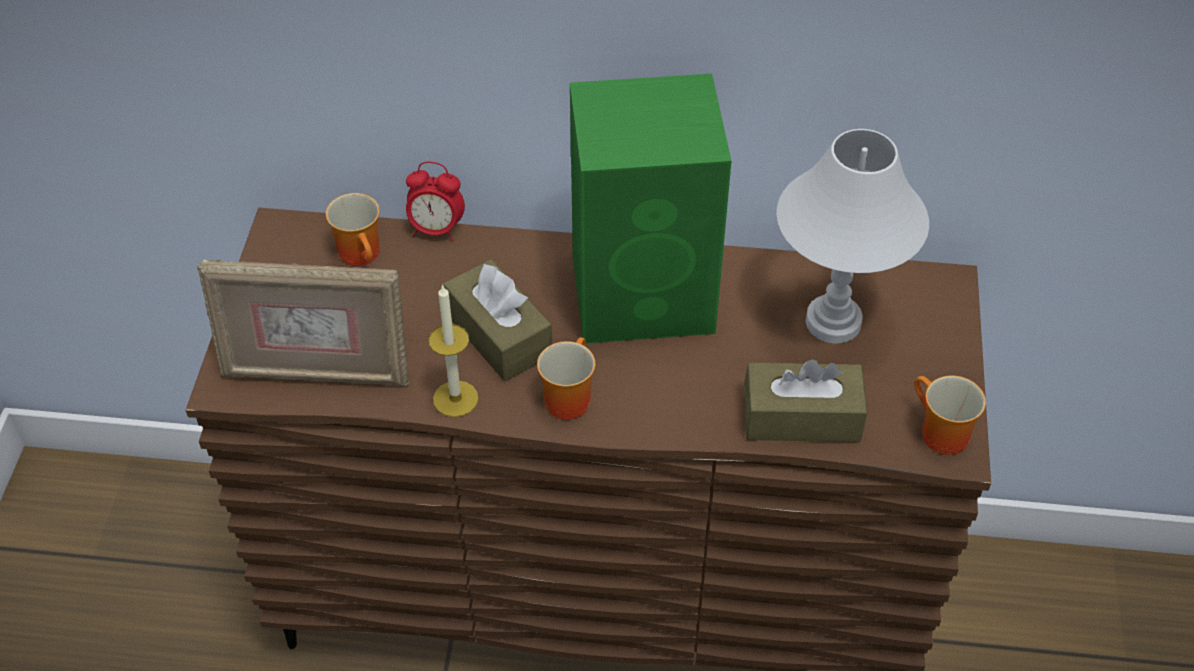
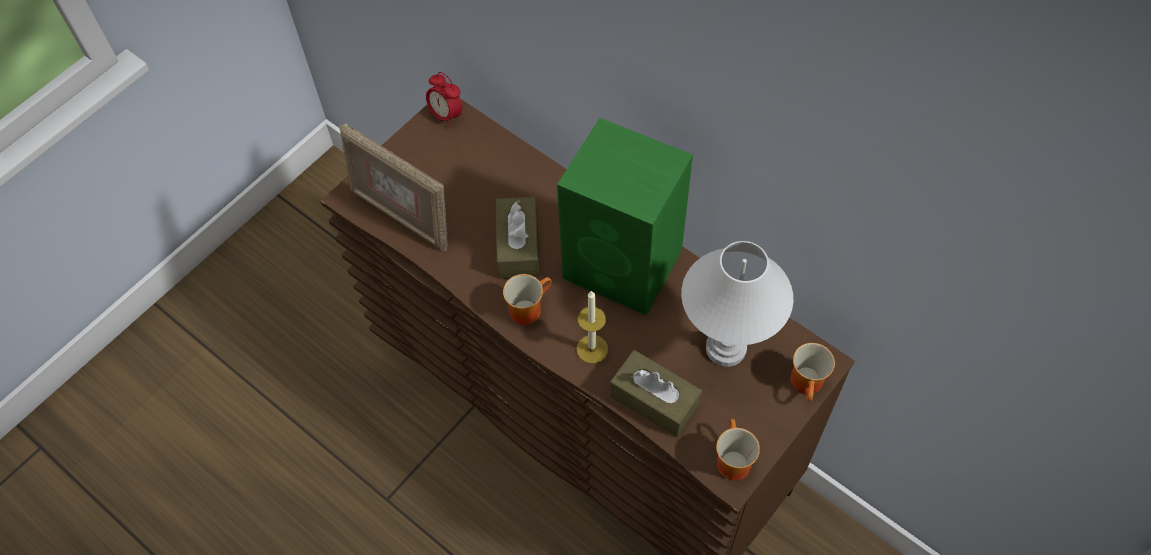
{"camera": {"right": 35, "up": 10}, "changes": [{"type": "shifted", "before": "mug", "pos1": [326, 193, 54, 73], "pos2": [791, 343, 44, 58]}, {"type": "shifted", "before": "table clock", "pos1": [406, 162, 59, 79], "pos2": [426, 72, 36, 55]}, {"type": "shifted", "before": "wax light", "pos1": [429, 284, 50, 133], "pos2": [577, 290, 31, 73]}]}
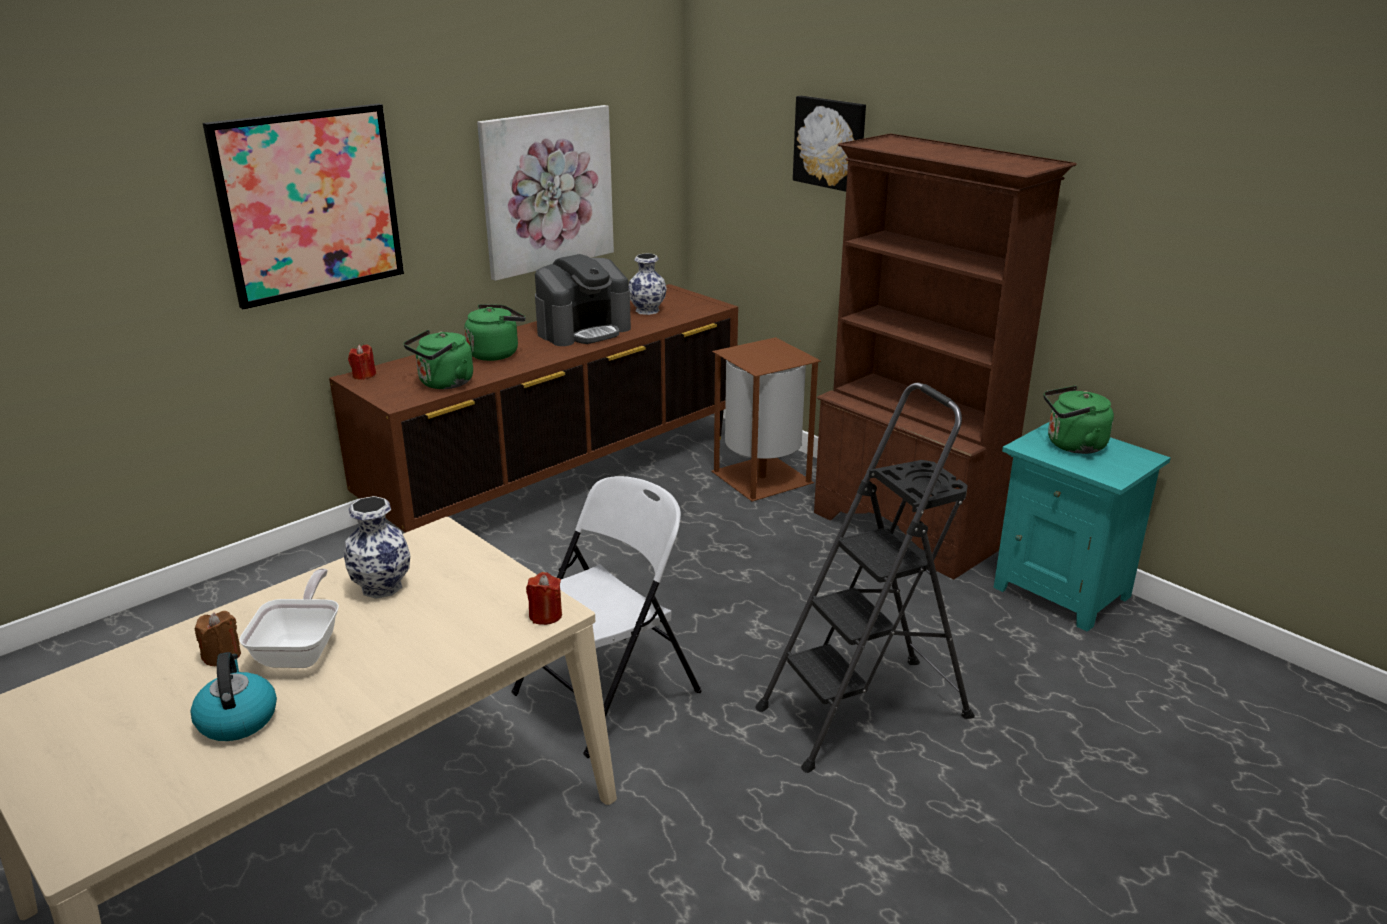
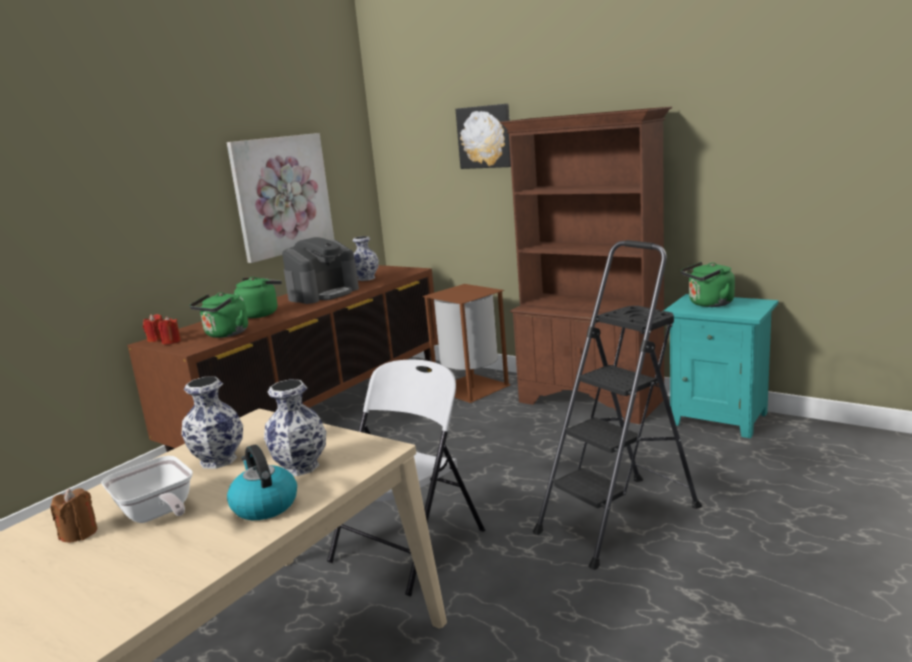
{"camera": {"right": -10, "up": -10}, "changes": [{"type": "shifted", "before": "water kettle", "pos1": [191, 652, 86, 89], "pos2": [227, 445, 70, 75]}, {"type": "gone", "before": "wall art", "pos1": [203, 103, 201, 206]}, {"type": "rotated", "before": "frying pan", "pos1": [239, 569, 100, 99], "pos2": [101, 456, 92, 67], "turn": 150}, {"type": "shifted", "before": "reddish wax light", "pos1": [526, 572, 36, 53], "pos2": [158, 316, 23, 29]}, {"type": "new", "after": "flower vase", "pos2": [264, 379, 62, 97]}]}
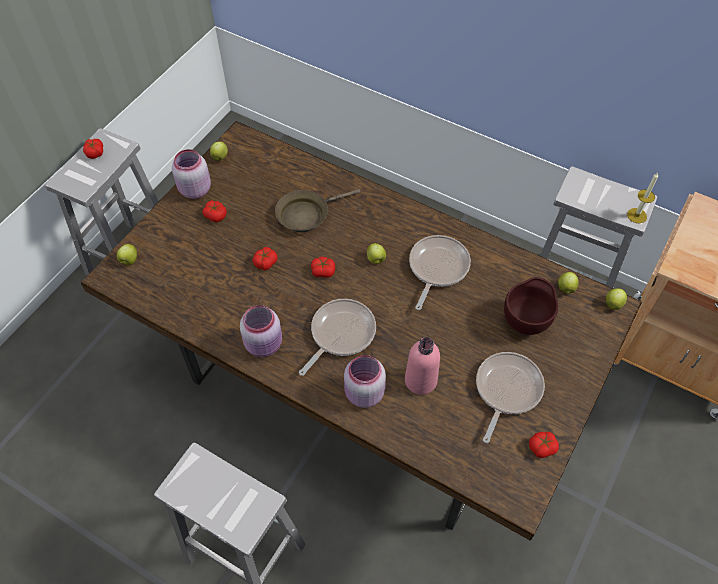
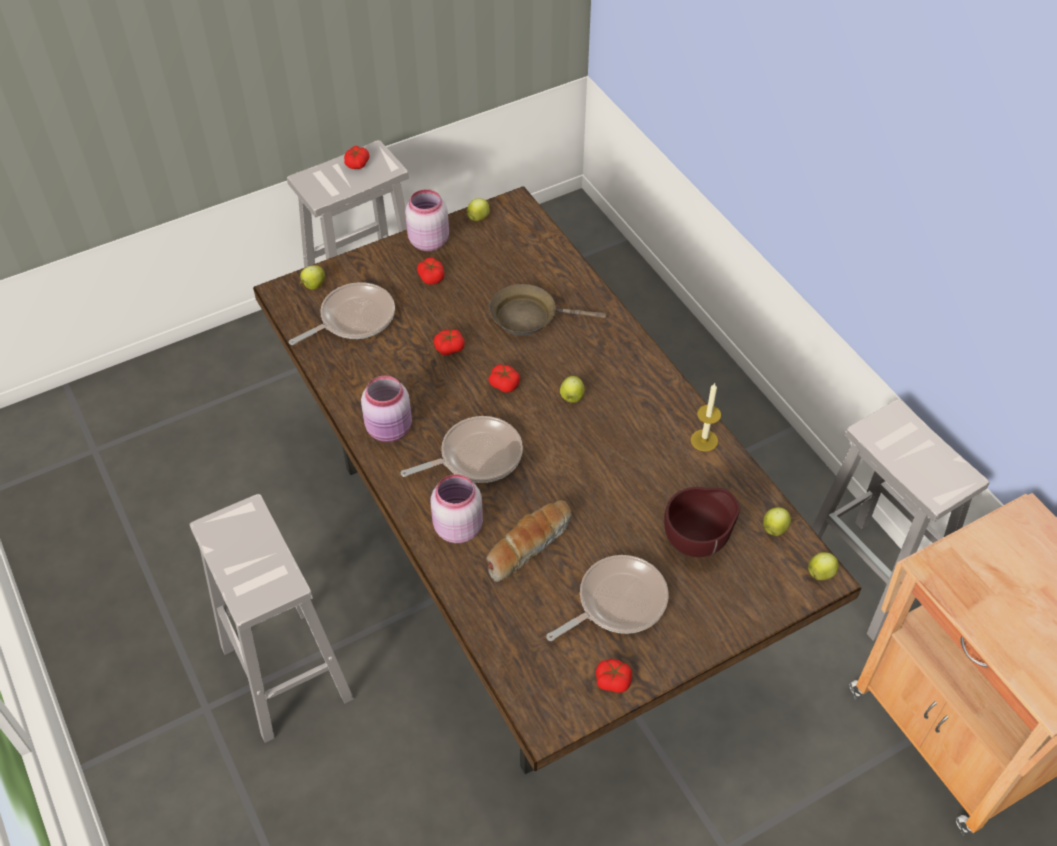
{"camera": {"right": 30, "up": -5}, "changes": [{"type": "swapped", "before": "pink bottle", "after": "bread", "pos1": [405, 337, 35, 58], "pos2": [486, 500, 86, 82]}, {"type": "shifted", "before": "frying pan", "pos1": [409, 235, 62, 75], "pos2": [289, 282, 106, 63]}, {"type": "shifted", "before": "wax light", "pos1": [627, 173, 31, 50], "pos2": [691, 383, 30, 69]}]}
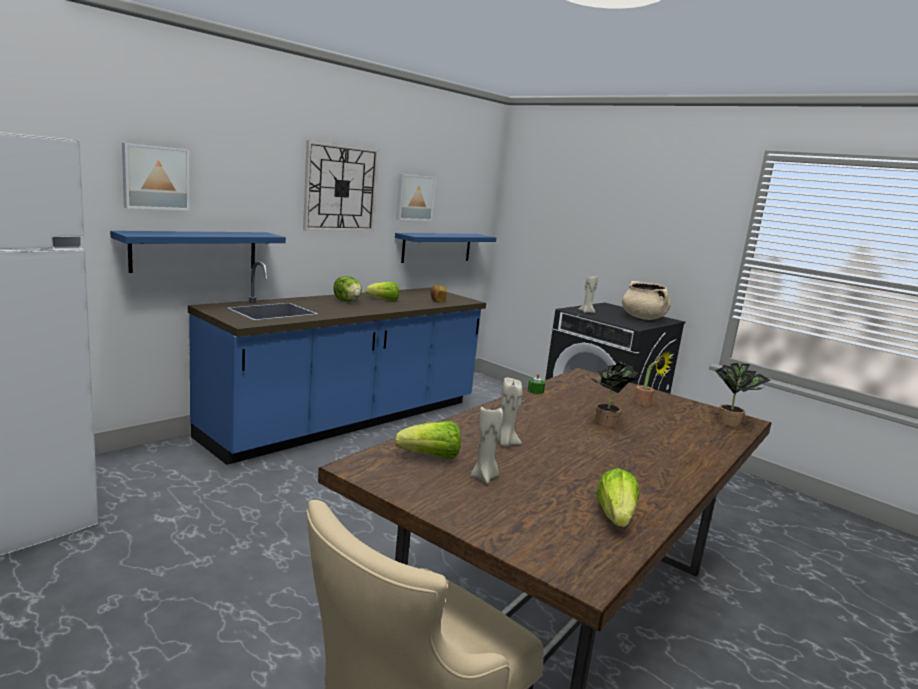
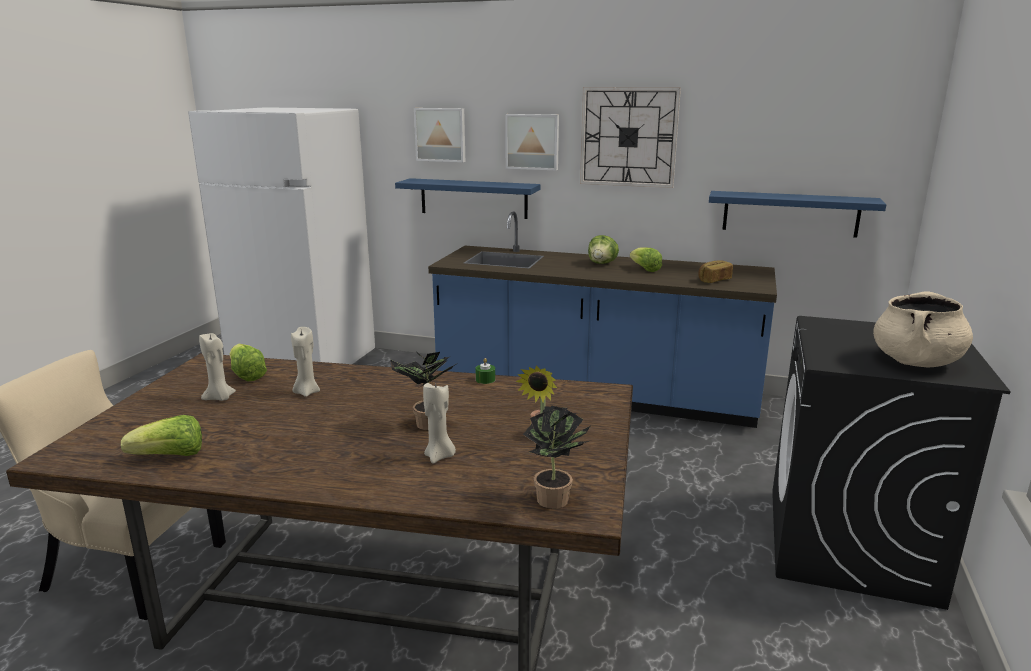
{"camera": {"right": 65, "up": 5}, "changes": [{"type": "shifted", "before": "wall art", "pos1": [396, 174, 40, 47], "pos2": [505, 114, 54, 56]}, {"type": "shifted", "before": "beige wax light", "pos1": [579, 275, 19, 38], "pos2": [423, 380, 33, 84]}]}
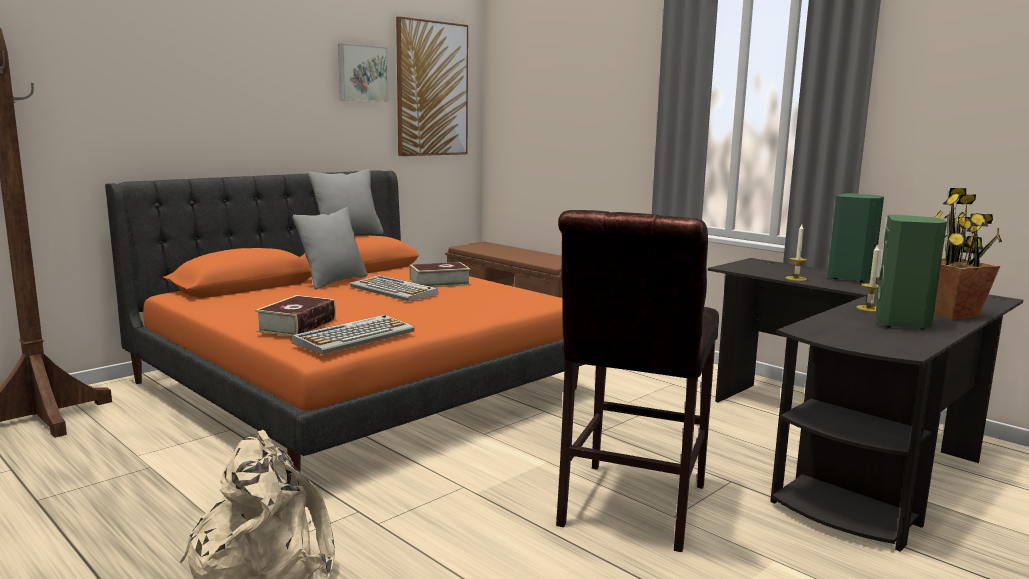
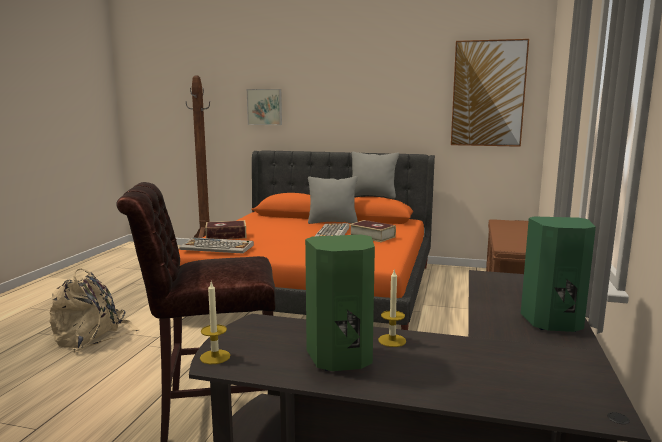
{"camera": {"right": 60, "up": 0}, "changes": [{"type": "shifted", "before": "wall art", "pos1": [338, 43, 50, 59], "pos2": [247, 89, 35, 36]}, {"type": "shifted", "before": "wax light", "pos1": [786, 225, 22, 56], "pos2": [200, 282, 30, 82]}, {"type": "gone", "before": "houseplant", "pos1": [934, 188, 68, 132]}]}
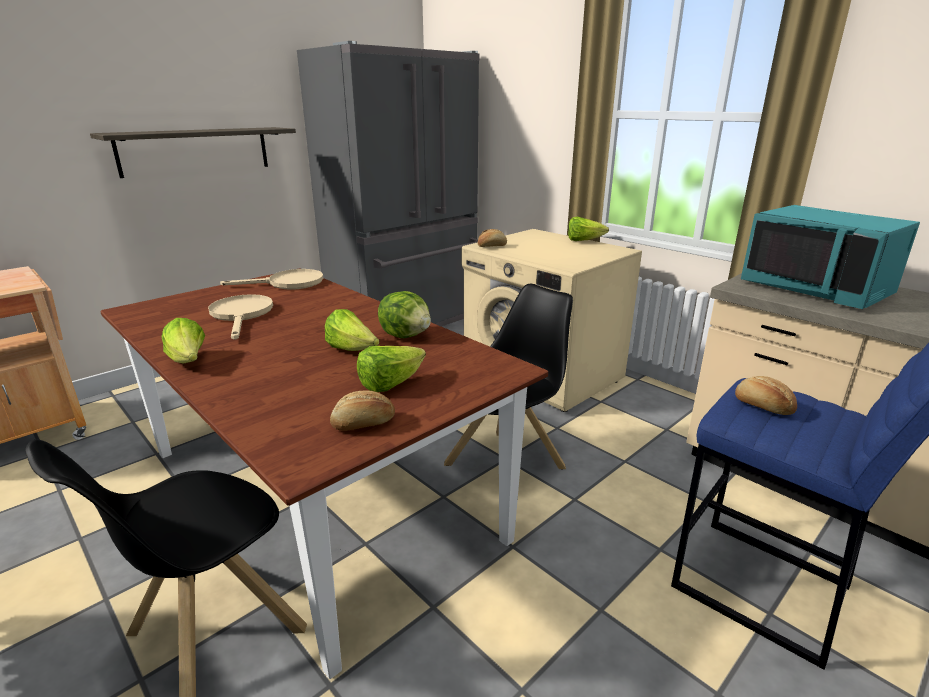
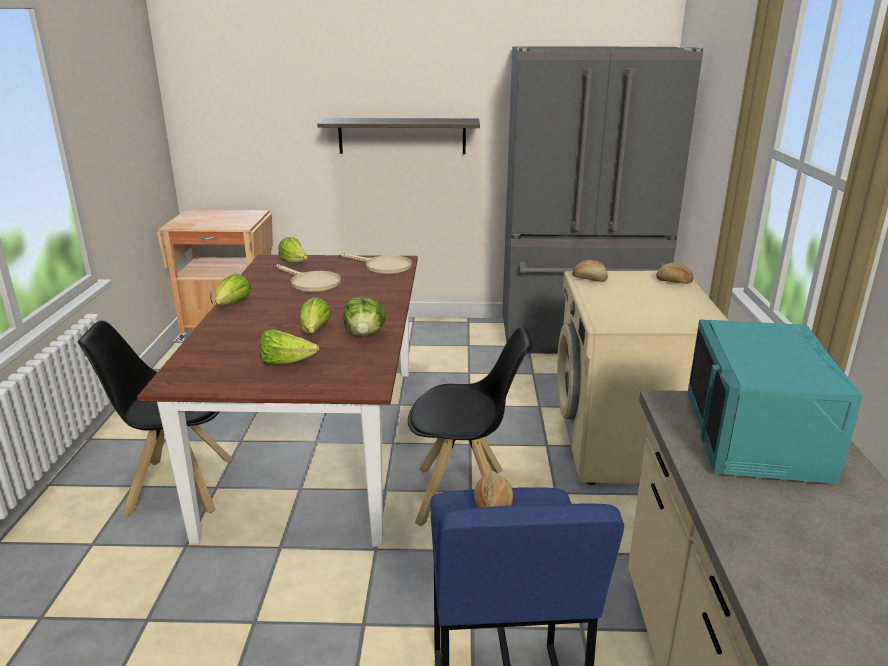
{"camera": {"right": 45, "up": 0}, "changes": [{"type": "rotated", "before": "beige frying pan", "pos1": [208, 294, 65, 46], "pos2": [276, 264, 65, 28], "turn": 105}, {"type": "shifted", "before": "bread", "pos1": [330, 390, 65, 41], "pos2": [656, 263, 37, 21]}, {"type": "shifted", "before": "head of lettuce", "pos1": [568, 217, 41, 24], "pos2": [278, 237, 30, 26]}]}
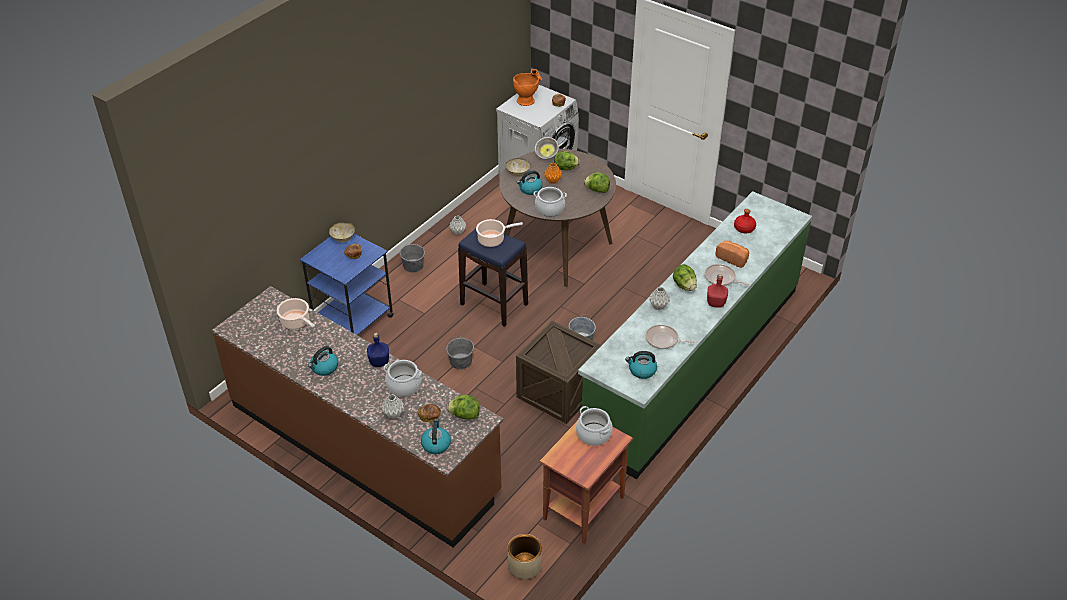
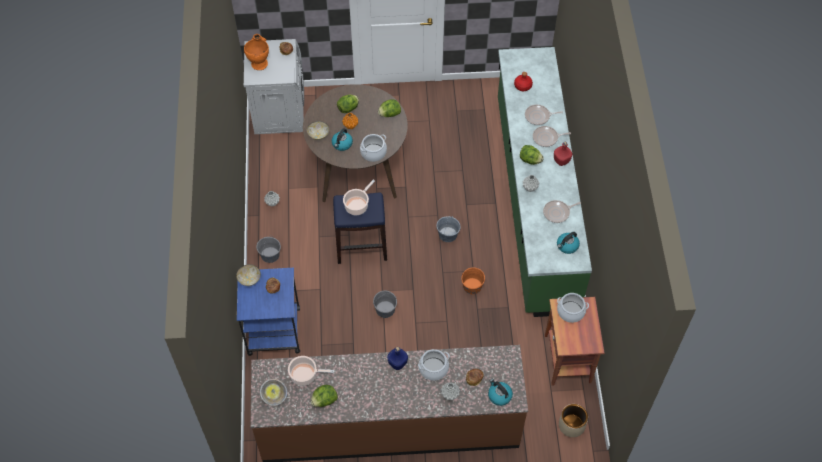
{"camera": {"right": -40, "up": 15}, "changes": [{"type": "gone", "before": "water kettle", "pos1": [308, 346, 30, 30]}, {"type": "shifted", "before": "head of lettuce", "pos1": [447, 395, 33, 25], "pos2": [311, 385, 27, 22]}, {"type": "swapped", "before": "shipping crate", "after": "orange water bucket", "pos1": [516, 320, 86, 104], "pos2": [461, 267, 24, 27]}, {"type": "shifted", "before": "bowl", "pos1": [535, 137, 24, 23], "pos2": [260, 379, 27, 27]}, {"type": "swapped", "before": "bread", "after": "frying pan", "pos1": [715, 240, 34, 28], "pos2": [525, 105, 38, 20]}]}
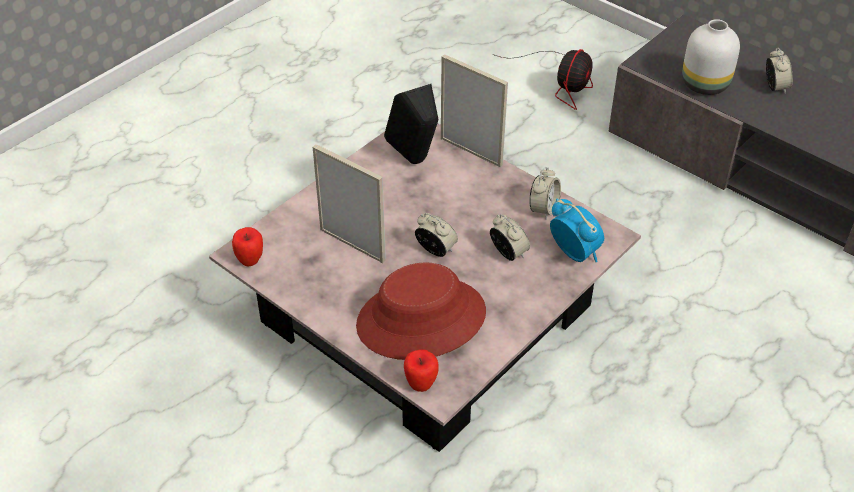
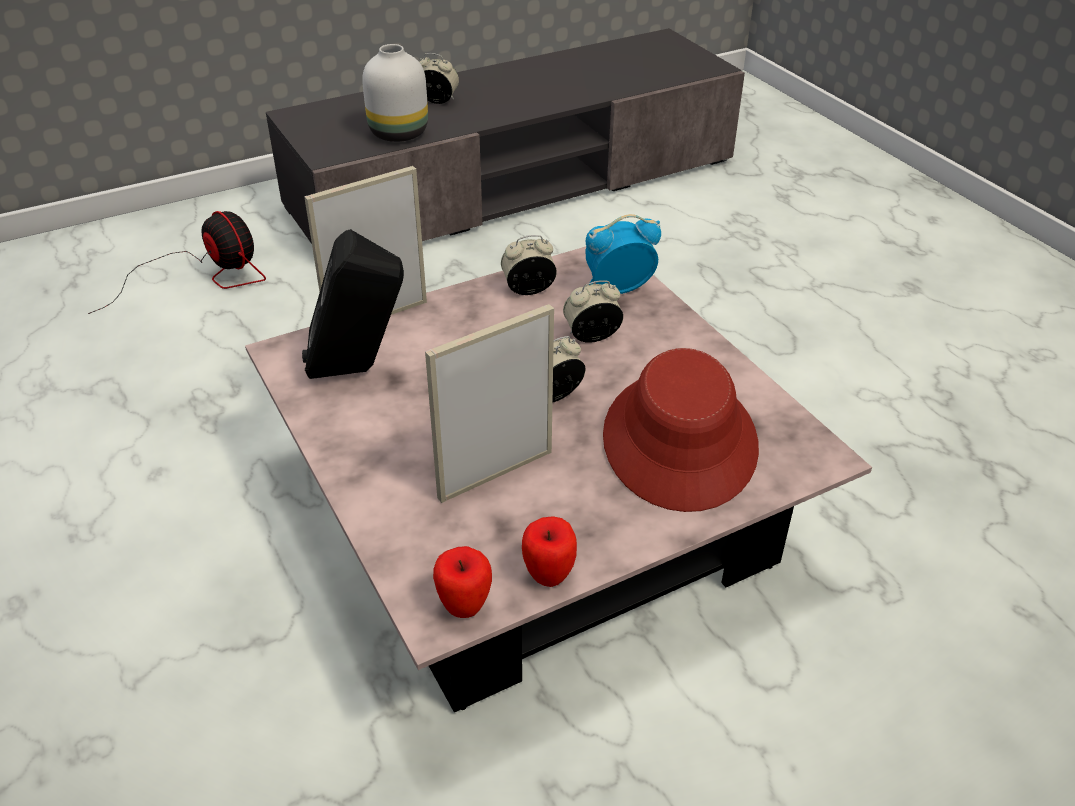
{"camera": {"right": -70, "up": -5}, "changes": [{"type": "shifted", "before": "apple fruit", "pos1": [404, 349, 35, 43], "pos2": [522, 516, 55, 71]}, {"type": "rotated", "before": "table clock", "pos1": [529, 166, 32, 53], "pos2": [501, 235, 56, 60], "turn": -60}]}
